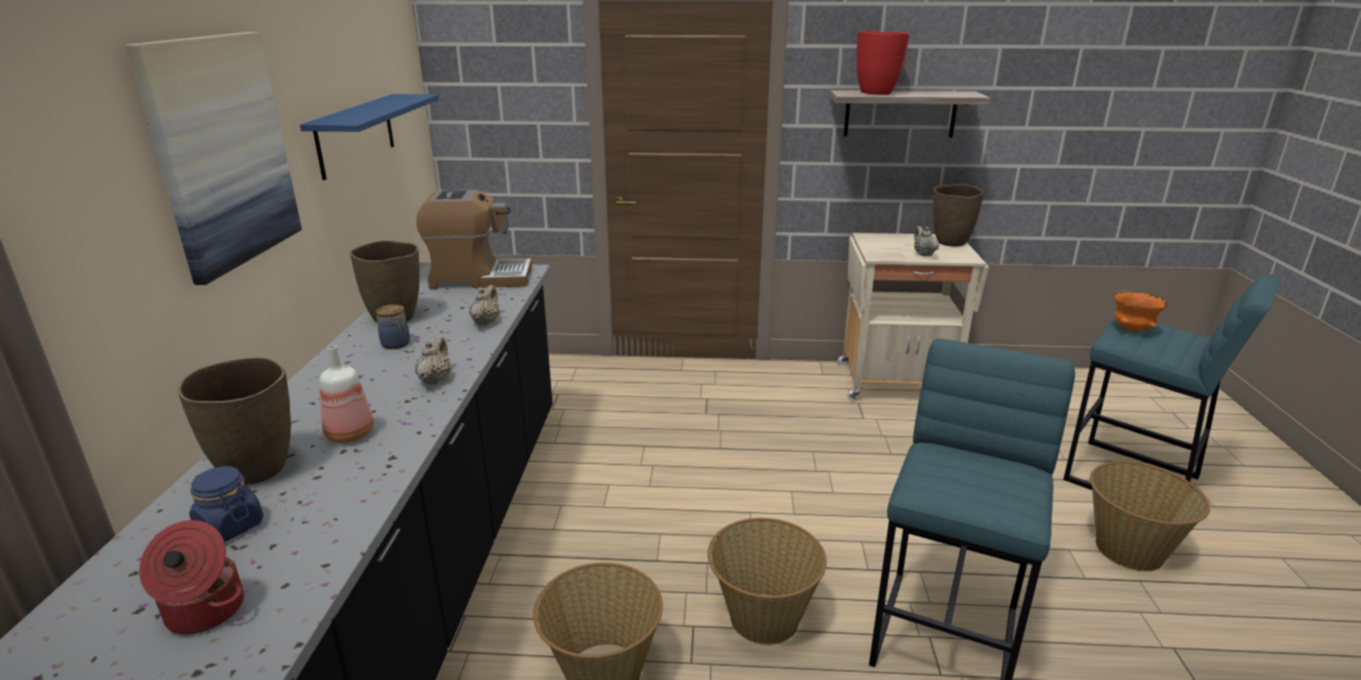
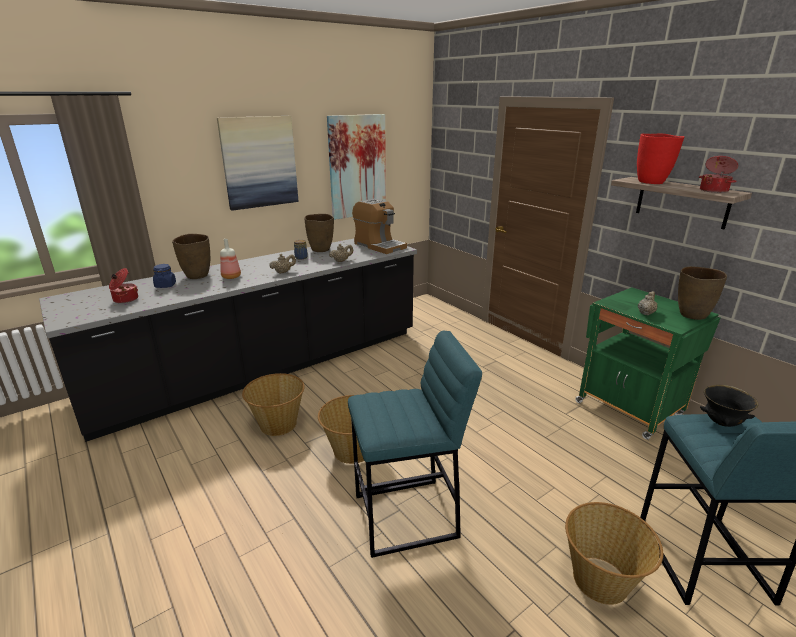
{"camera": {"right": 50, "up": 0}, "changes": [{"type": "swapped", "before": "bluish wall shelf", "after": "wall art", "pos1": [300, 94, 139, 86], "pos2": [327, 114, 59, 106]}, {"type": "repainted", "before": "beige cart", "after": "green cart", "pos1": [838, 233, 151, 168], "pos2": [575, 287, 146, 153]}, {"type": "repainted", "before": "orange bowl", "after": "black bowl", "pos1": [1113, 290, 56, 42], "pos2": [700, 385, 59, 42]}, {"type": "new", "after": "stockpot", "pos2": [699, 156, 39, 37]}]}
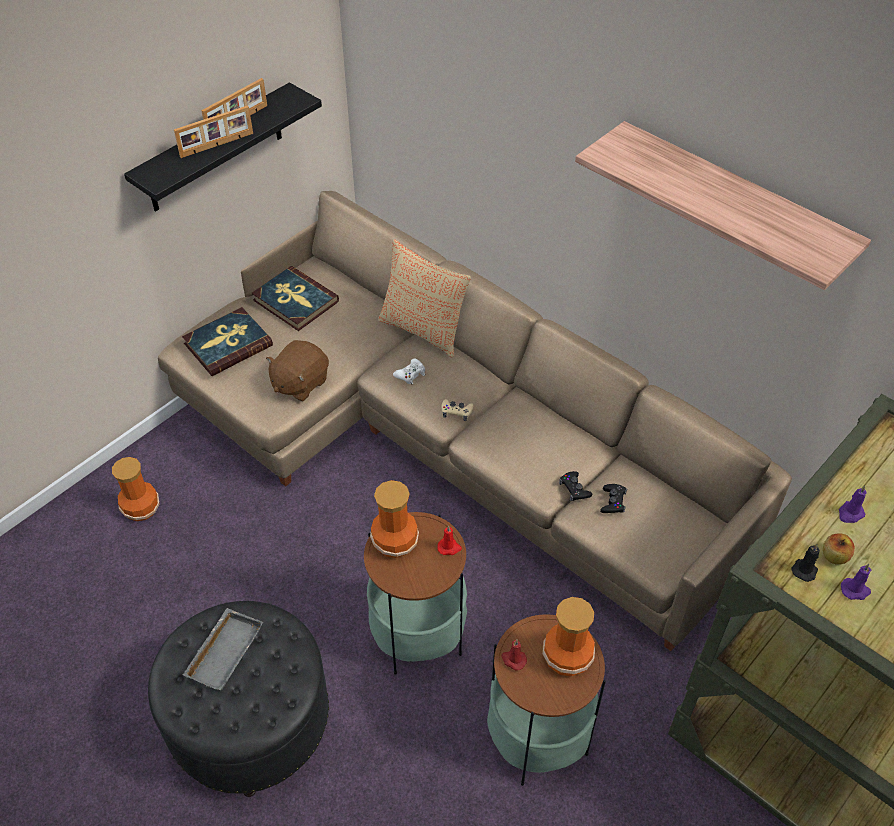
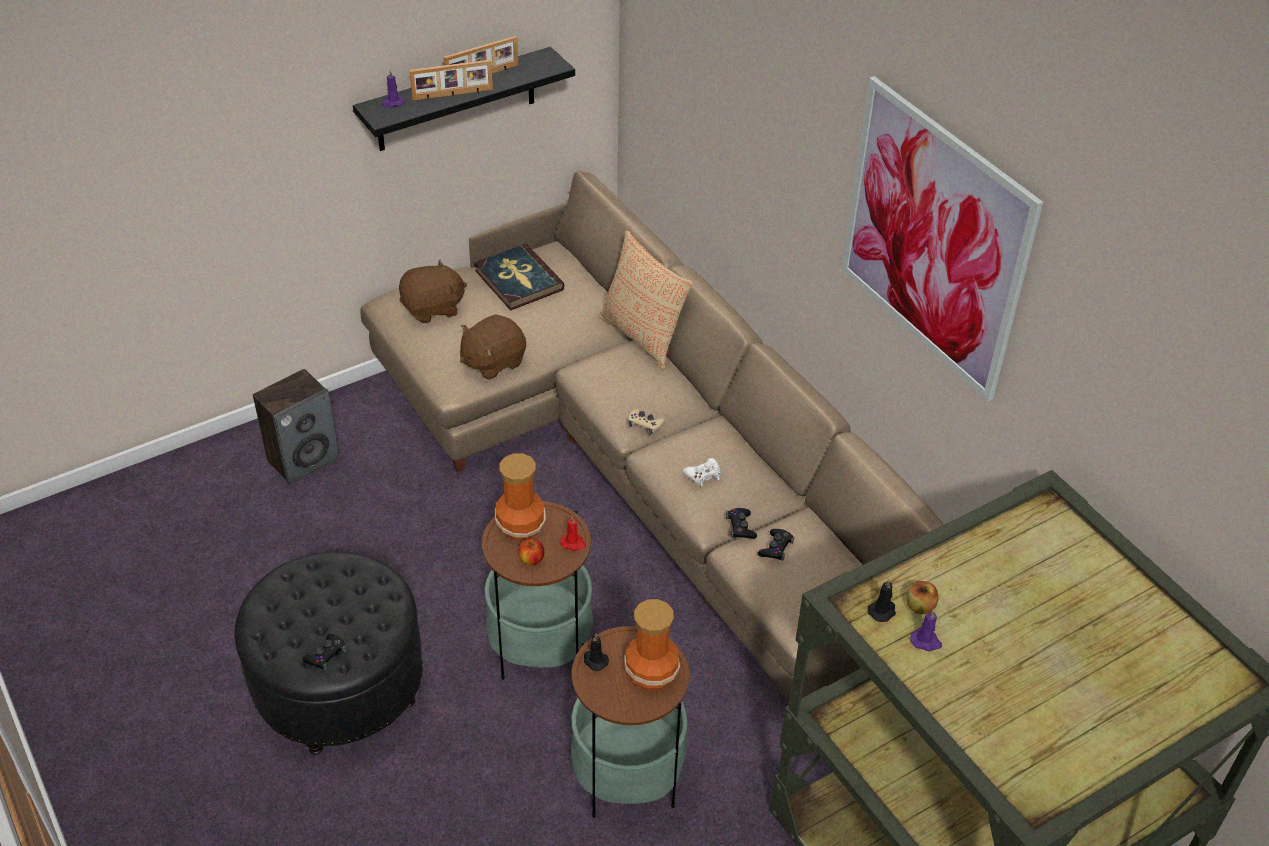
{"camera": {"right": 15, "up": -5}, "changes": [{"type": "swapped", "before": "flower vase", "after": "speaker", "pos1": [112, 457, 47, 64], "pos2": [253, 369, 87, 116]}, {"type": "swapped", "before": "book", "after": "brown-coloured plush toy", "pos1": [182, 307, 91, 69], "pos2": [399, 259, 68, 64]}, {"type": "gone", "before": "grey carrying tray", "pos1": [183, 608, 80, 82]}, {"type": "shifted", "before": "white-coloured game controller", "pos1": [393, 358, 32, 26], "pos2": [683, 458, 38, 29]}, {"type": "repainted", "before": "reddish wax light", "after": "black wax light", "pos1": [502, 640, 25, 31], "pos2": [584, 634, 25, 37]}, {"type": "swapped", "before": "wall shelf", "after": "wall art", "pos1": [575, 121, 296, 169], "pos2": [842, 76, 202, 325]}, {"type": "shifted", "before": "purple-coloured wax light", "pos1": [839, 486, 28, 37], "pos2": [381, 70, 23, 37]}, {"type": "new", "after": "black game controller", "pos2": [303, 634, 44, 36]}, {"type": "new", "after": "apple fruit", "pos2": [518, 538, 26, 27]}]}
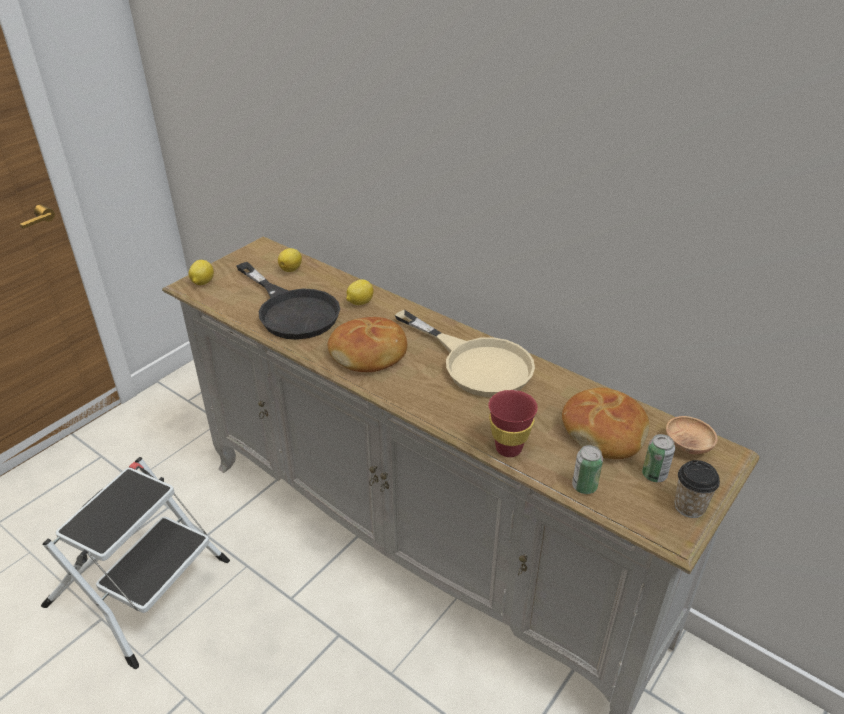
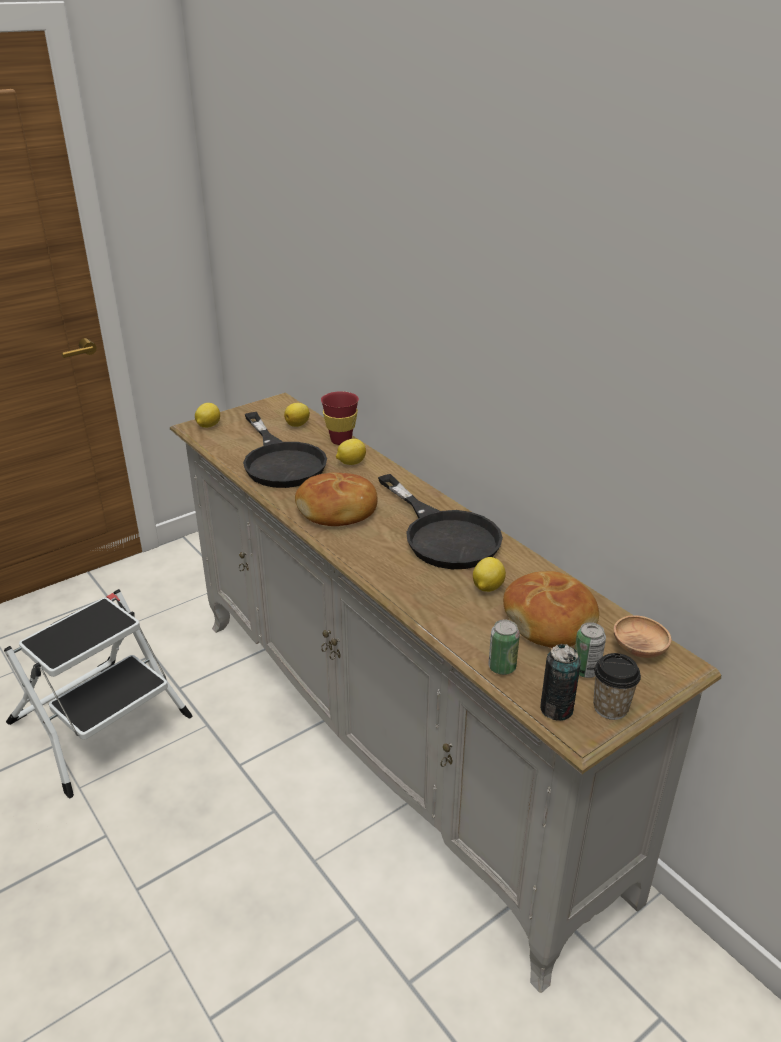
{"camera": {"right": 15, "up": -5}, "changes": [{"type": "repainted", "before": "beige frying pan", "after": "black frying pan", "pos1": [395, 310, 140, 87], "pos2": [378, 474, 125, 95]}, {"type": "shifted", "before": "reddish small cup", "pos1": [488, 390, 50, 67], "pos2": [321, 391, 38, 54]}, {"type": "new", "after": "whole lemon", "pos2": [473, 557, 33, 35]}, {"type": "new", "after": "metal can", "pos2": [540, 644, 41, 77]}]}
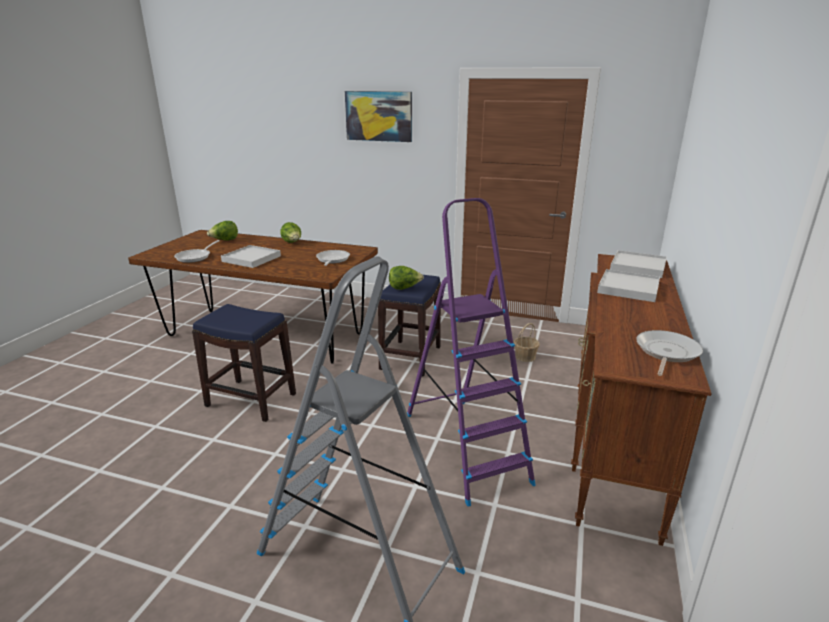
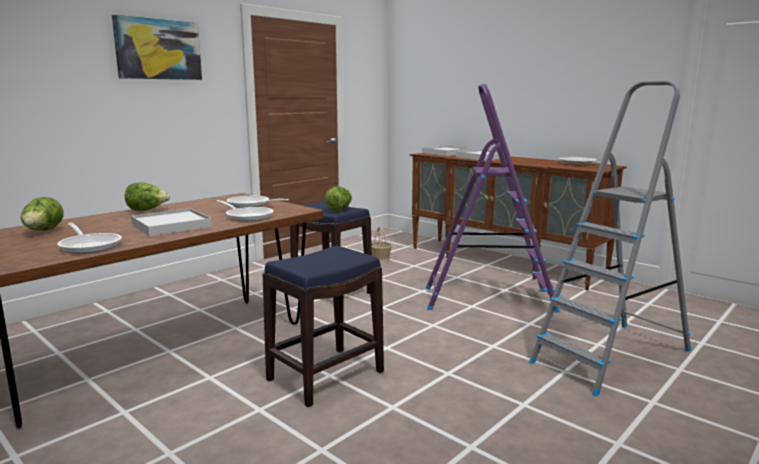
{"camera": {"right": -65, "up": -10}, "changes": [{"type": "new", "after": "frying pan", "pos2": [217, 200, 57, 22]}]}
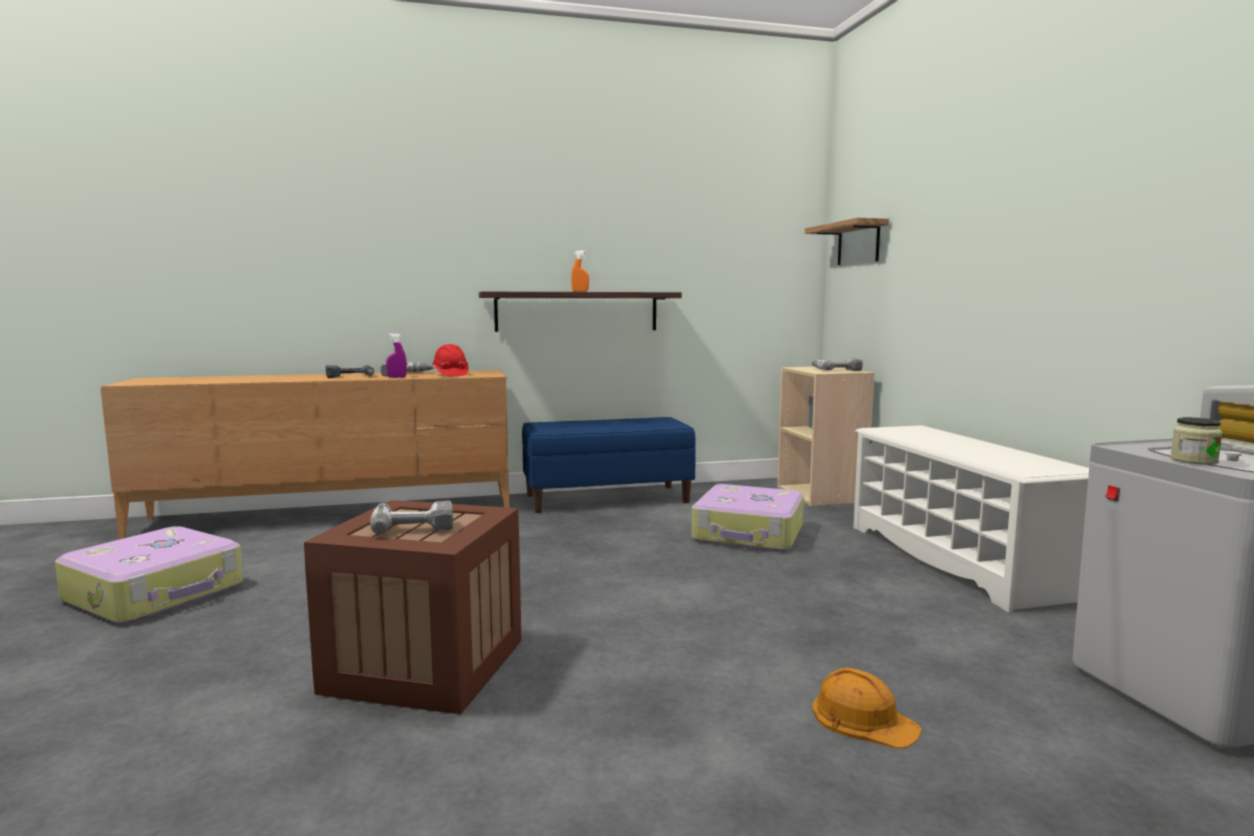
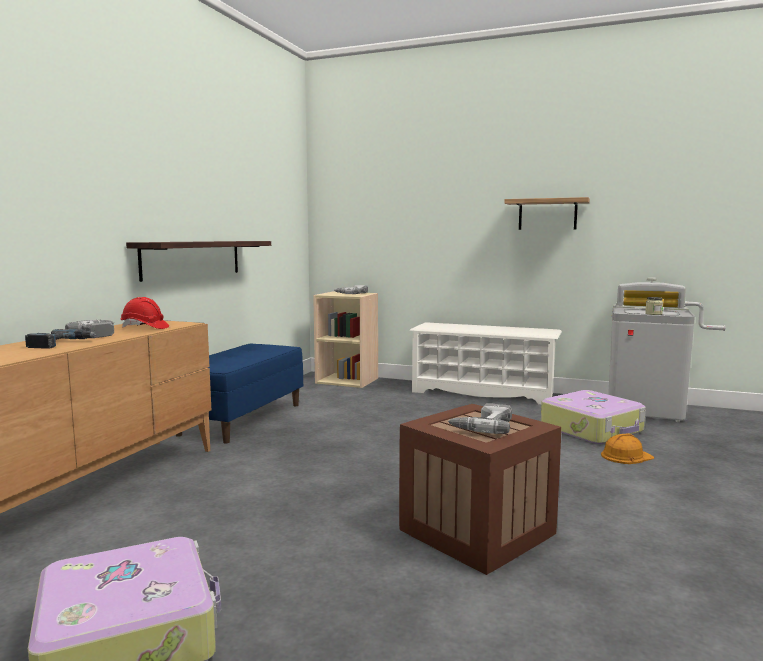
{"camera": {"right": -55, "up": 0}, "changes": [{"type": "gone", "before": "purple-coloured hand sprayer", "pos1": [386, 333, 21, 45]}, {"type": "gone", "before": "orange hand sprayer", "pos1": [571, 250, 18, 42]}, {"type": "shifted", "before": "travel case", "pos1": [691, 484, 113, 68], "pos2": [541, 390, 105, 54]}, {"type": "shifted", "before": "wall shelf", "pos1": [805, 218, 84, 47], "pos2": [505, 197, 85, 33]}]}
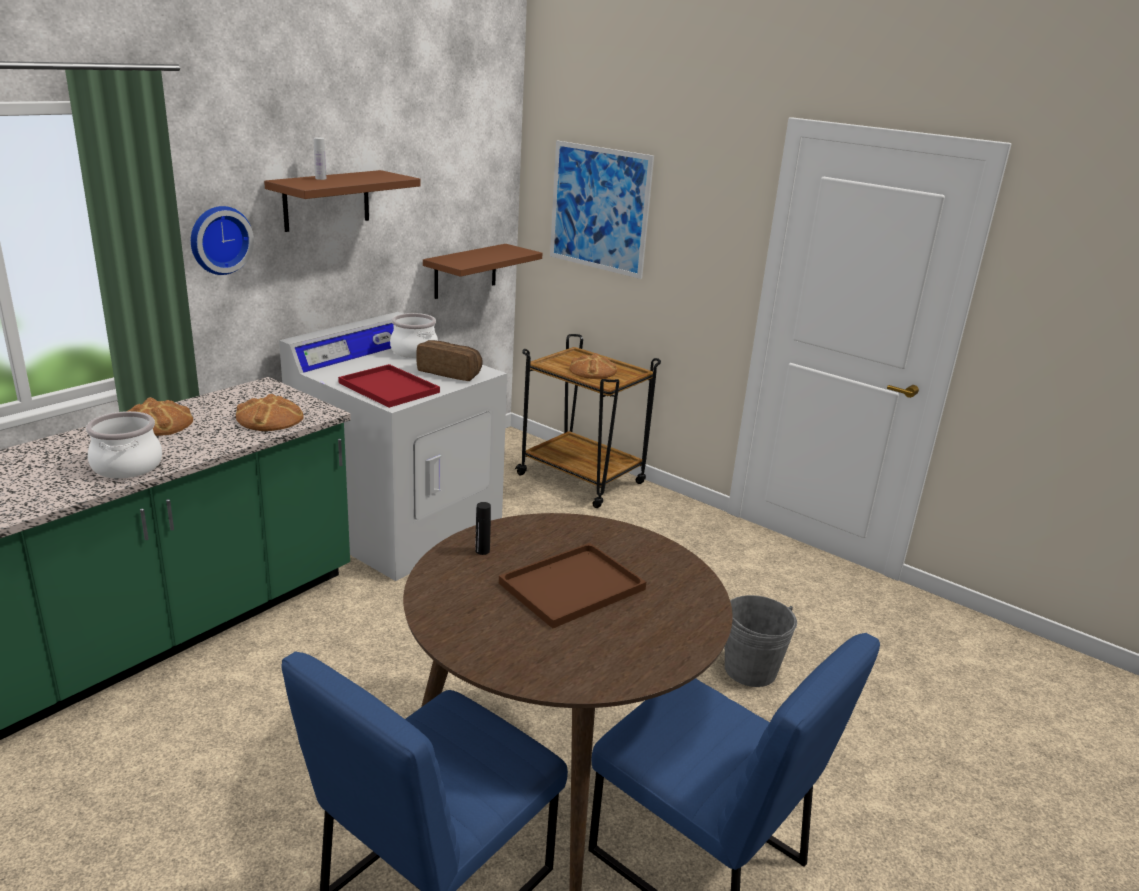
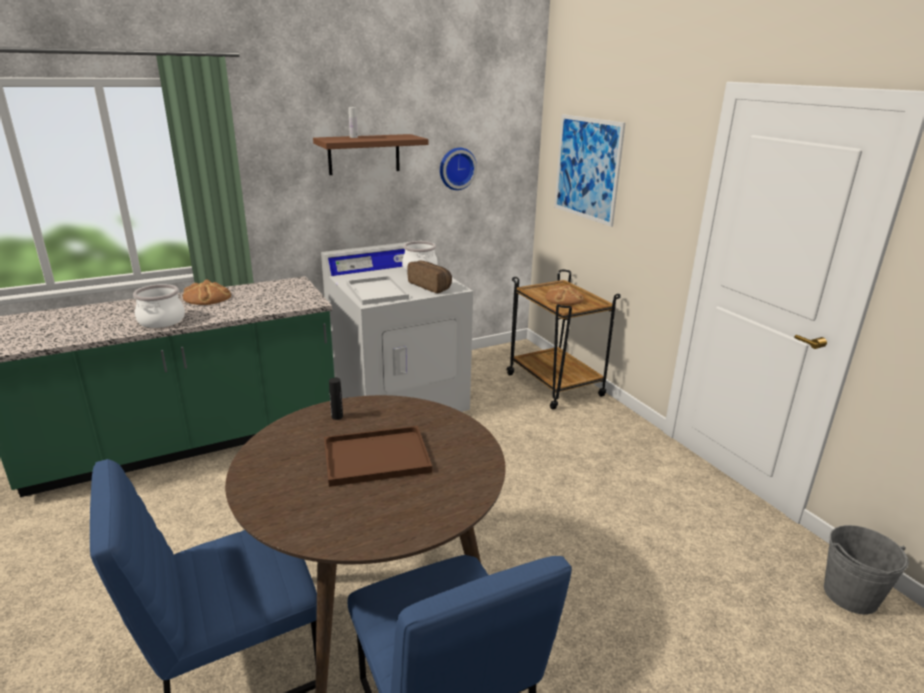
{"camera": {"right": 25, "up": 0}, "changes": [{"type": "shifted", "before": "hanging clock", "pos1": [191, 206, 63, 69], "pos2": [440, 148, 37, 42]}, {"type": "gone", "before": "bread", "pos1": [236, 394, 68, 37]}, {"type": "repainted", "before": "reddish carrying tray", "after": "white-coloured carrying tray", "pos1": [338, 364, 102, 44], "pos2": [347, 276, 62, 29]}, {"type": "gone", "before": "brown-coloured wall shelf", "pos1": [423, 244, 119, 55]}, {"type": "shifted", "before": "grey water bucket", "pos1": [725, 595, 72, 92], "pos2": [824, 525, 85, 90]}]}
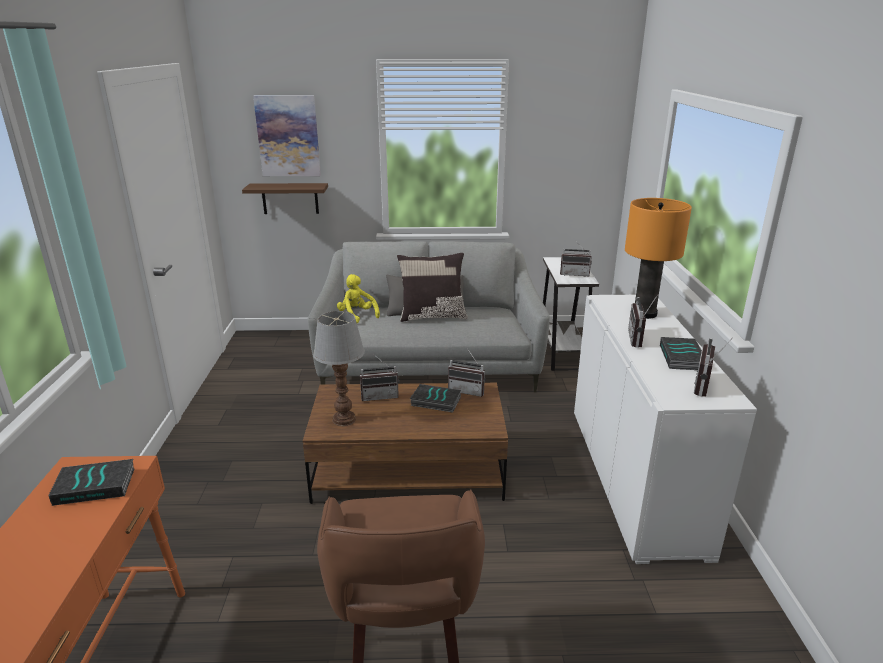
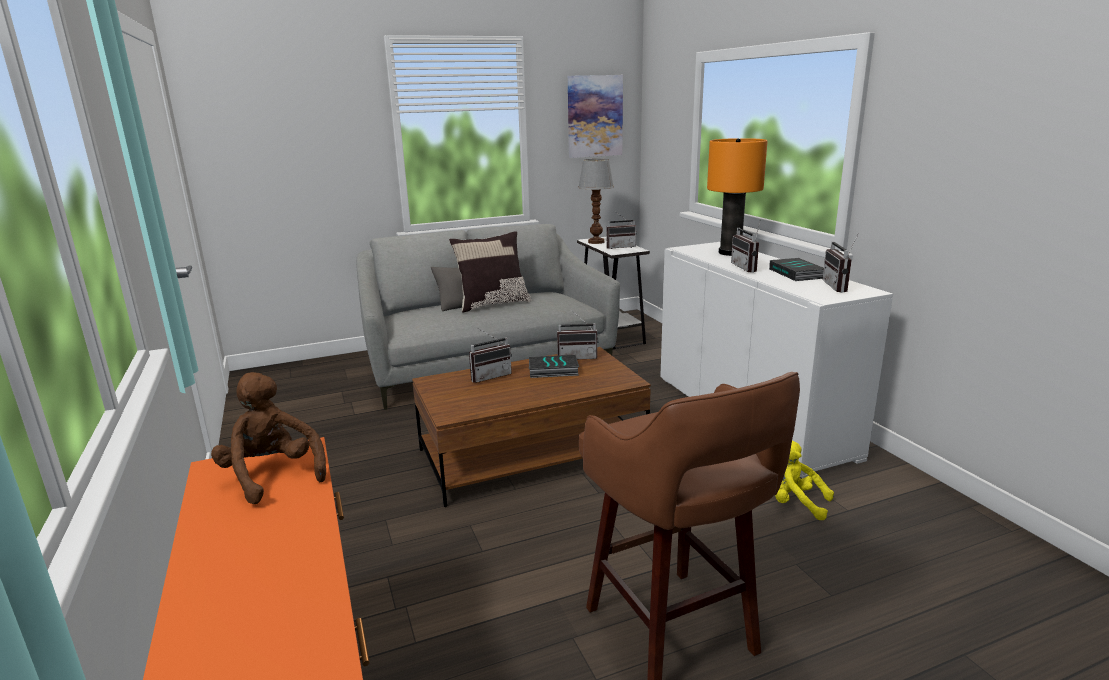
{"camera": {"right": -20, "up": -5}, "changes": [{"type": "swapped", "before": "book", "after": "brown-coloured plush toy", "pos1": [48, 459, 87, 47], "pos2": [211, 372, 115, 132]}, {"type": "gone", "before": "brown-coloured wall shelf", "pos1": [242, 183, 86, 31]}, {"type": "shifted", "before": "wall art", "pos1": [253, 95, 68, 81], "pos2": [568, 75, 55, 83]}, {"type": "shifted", "before": "table lamp", "pos1": [313, 311, 52, 115], "pos2": [578, 159, 36, 85]}, {"type": "shifted", "before": "yellow-coloured plush toy", "pos1": [337, 274, 43, 49], "pos2": [775, 441, 59, 79]}]}
